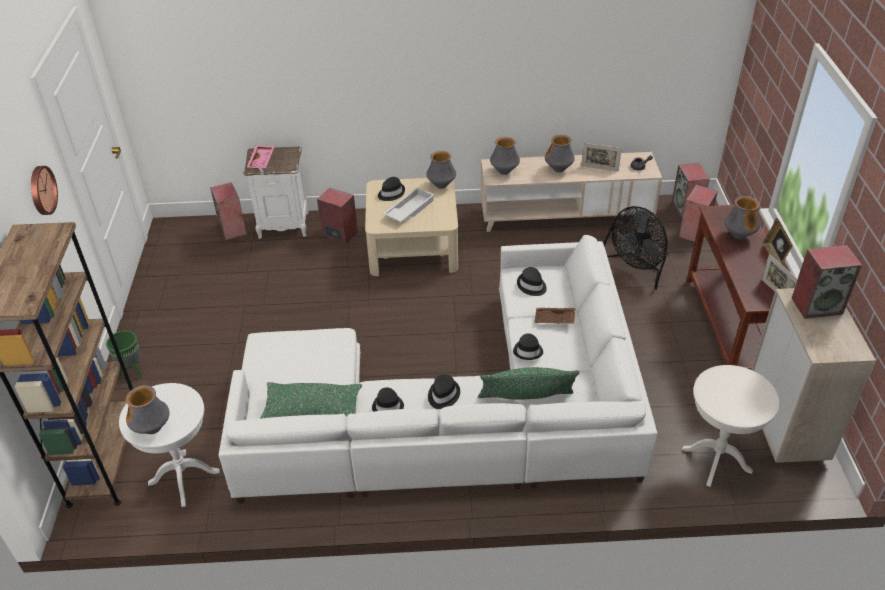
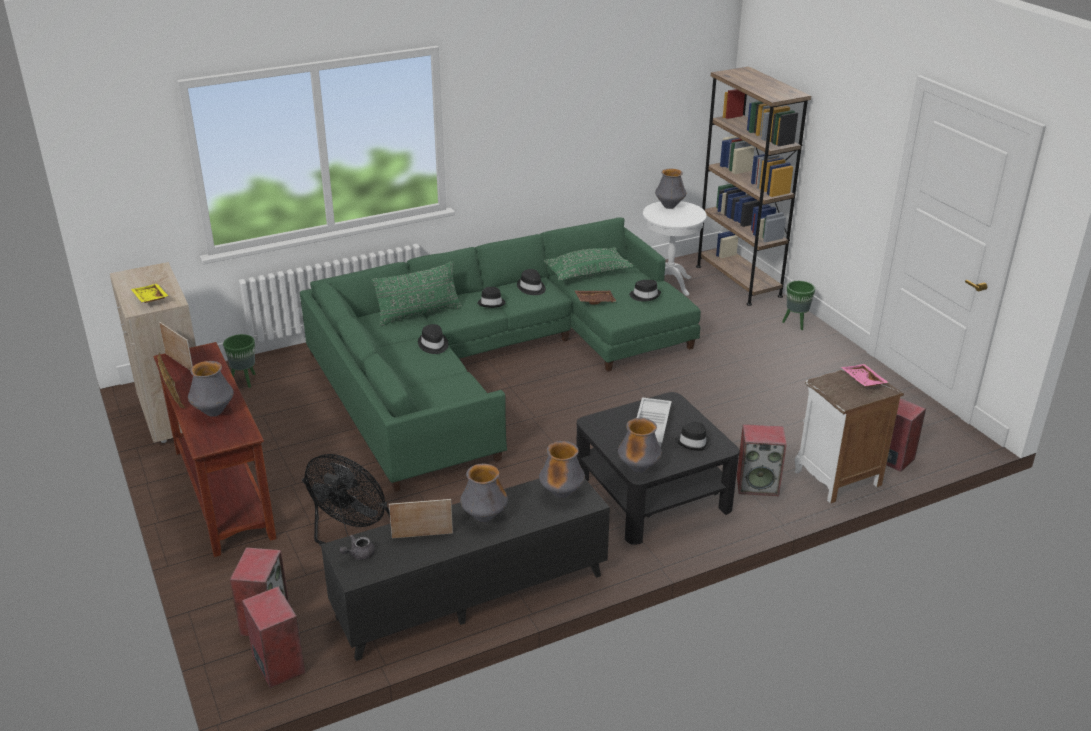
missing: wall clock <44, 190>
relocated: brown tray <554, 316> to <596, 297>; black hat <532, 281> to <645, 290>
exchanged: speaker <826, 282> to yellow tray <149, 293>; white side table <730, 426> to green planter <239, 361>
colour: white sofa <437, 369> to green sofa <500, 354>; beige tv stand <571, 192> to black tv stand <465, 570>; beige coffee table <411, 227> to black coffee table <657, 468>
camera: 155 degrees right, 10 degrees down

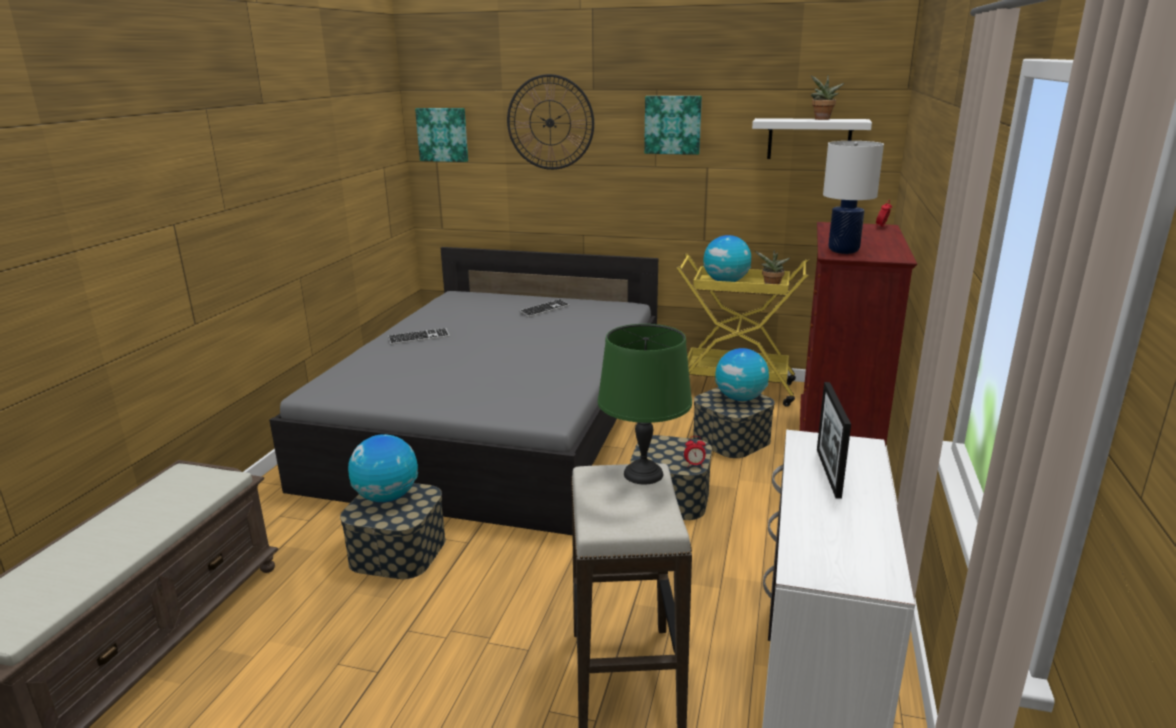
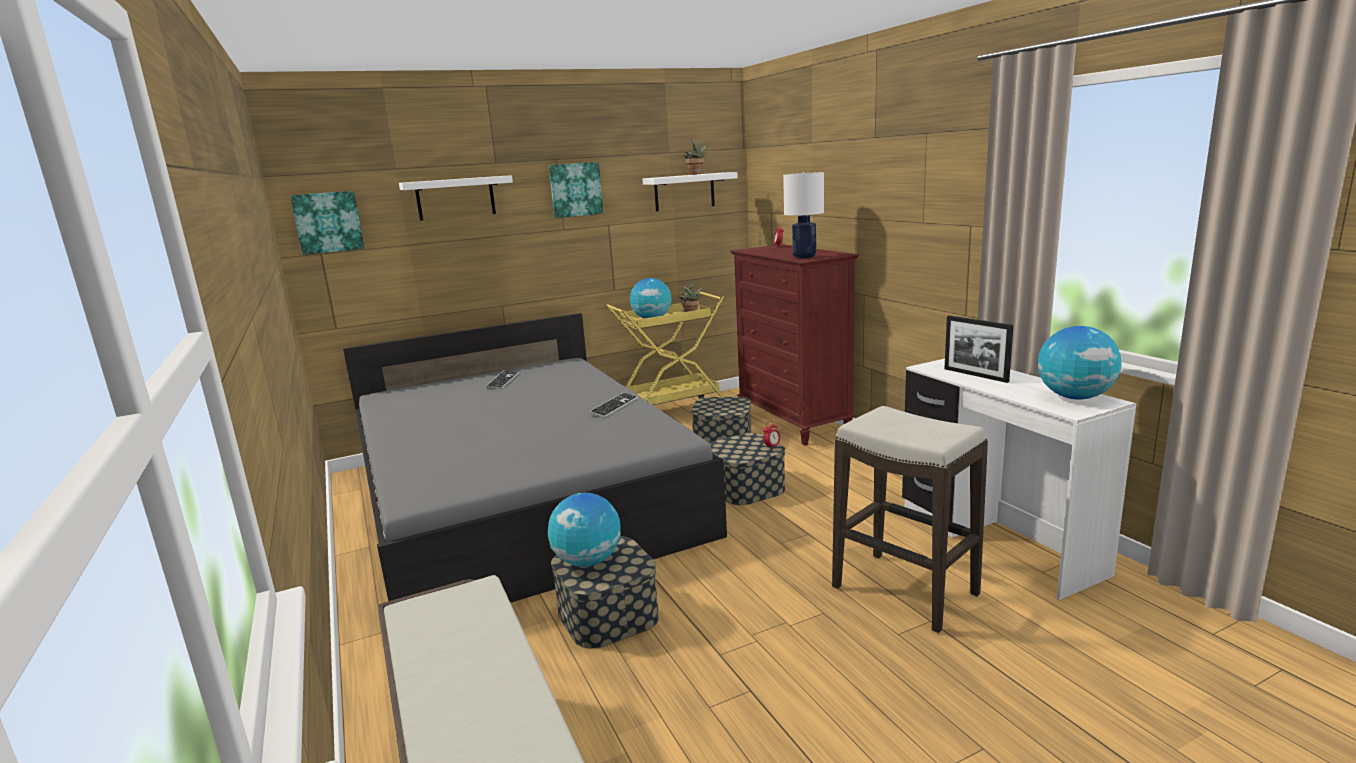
missing: green table lamp <645, 404>
relocated: keyboard <419, 336> to <613, 405>; globe <742, 374> to <1080, 363>
exchanged: wall clock <550, 122> to white shelf <456, 198>
camera: 40 degrees left, 5 degrees down

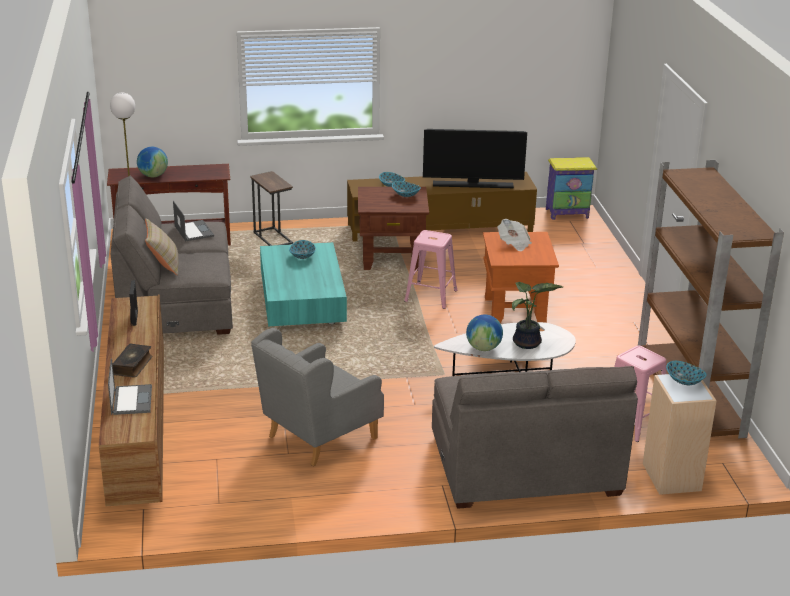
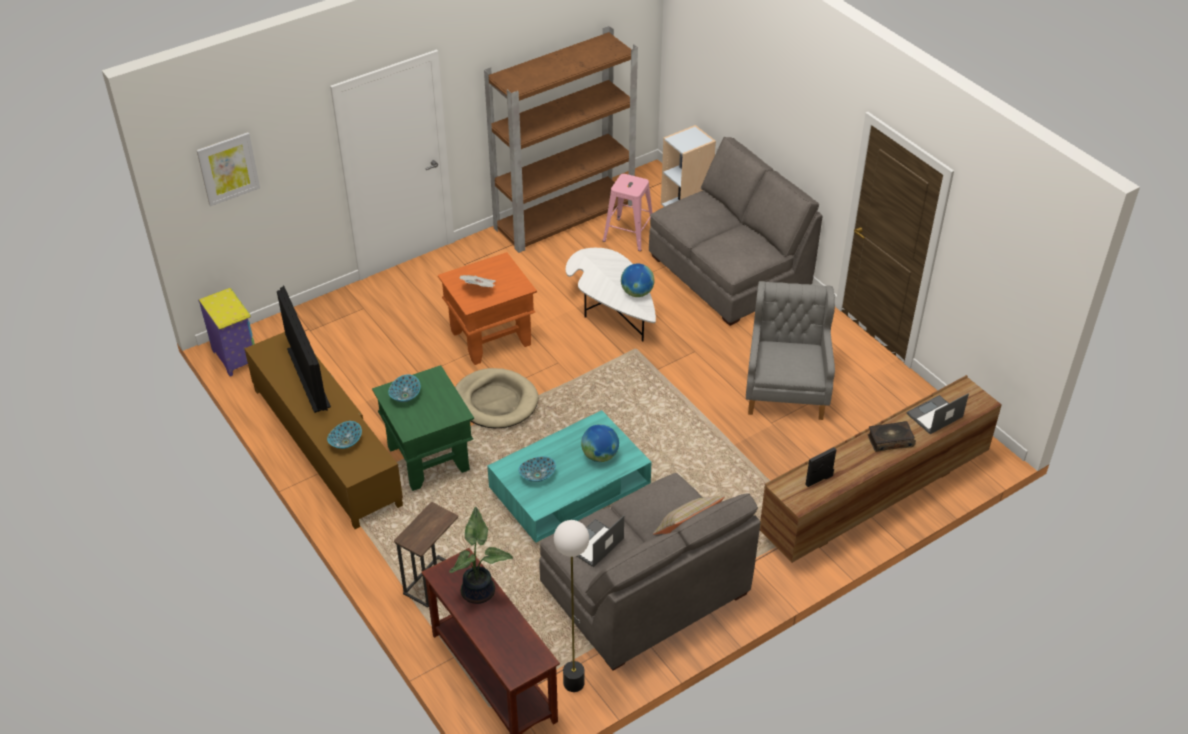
missing: bowl <686, 373>
appeared: picture <228, 169>
relocated: potted plant <538, 315> to <481, 555>; globe <152, 162> to <600, 443>
exchanged: pink stool <431, 269> to beige dog bed <497, 398>
colour: brown side table <393, 229> to green side table <423, 428>
spun: grey armchair <317, 397> = <790, 350> 105 degrees counterclockwise
camera: 115 degrees left, 15 degrees up

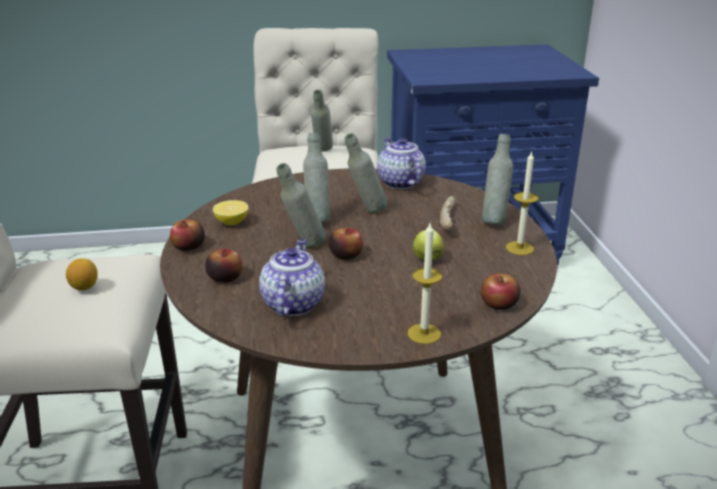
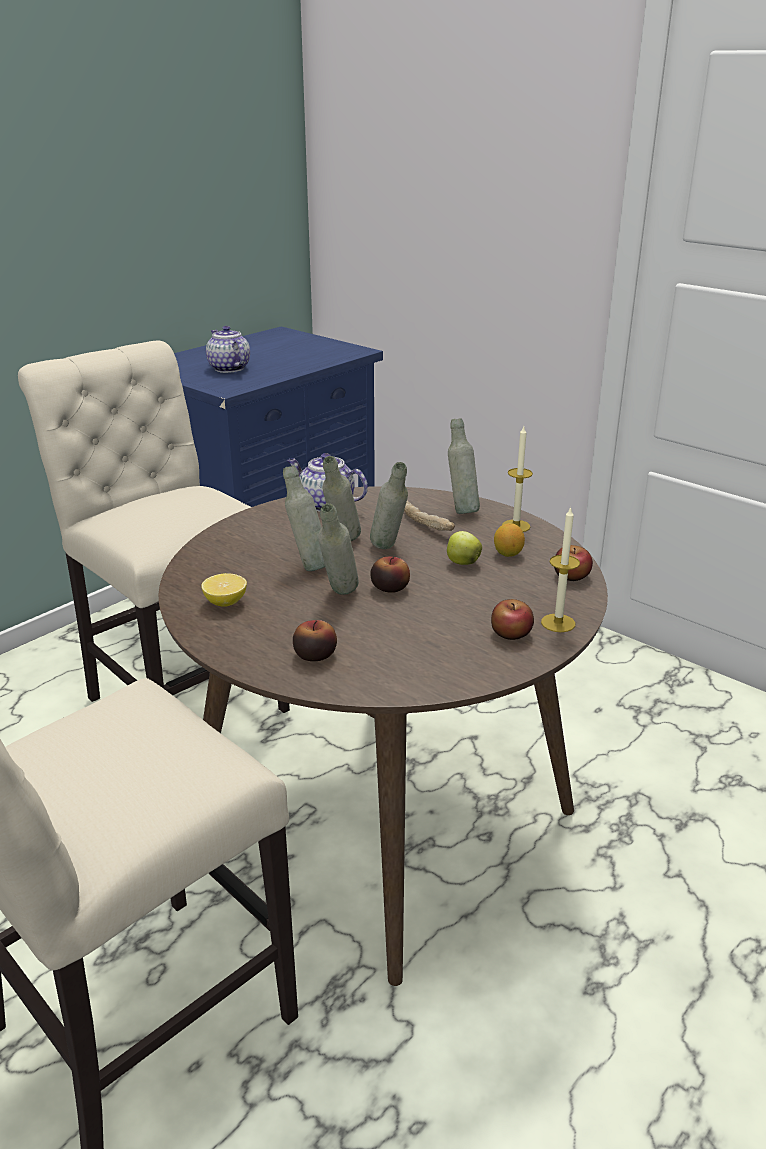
relocated: teapot <292, 278> to <228, 349>; grey bottle <322, 121> to <389, 505>; apple <187, 235> to <512, 619>; lemon <82, 275> to <509, 540>
camera: 40 degrees left, 0 degrees up

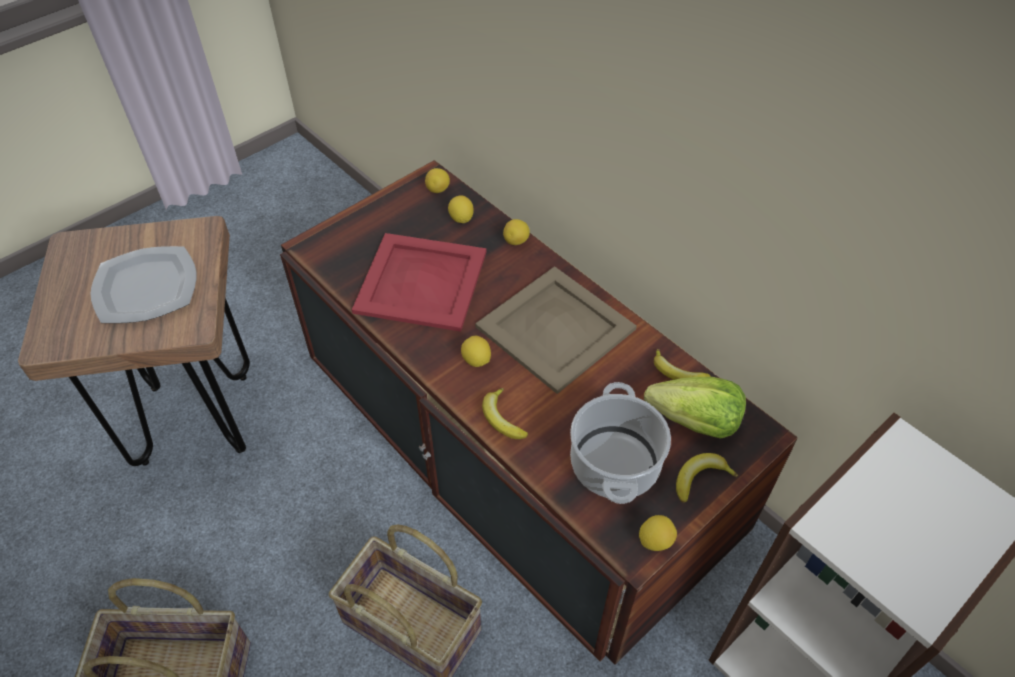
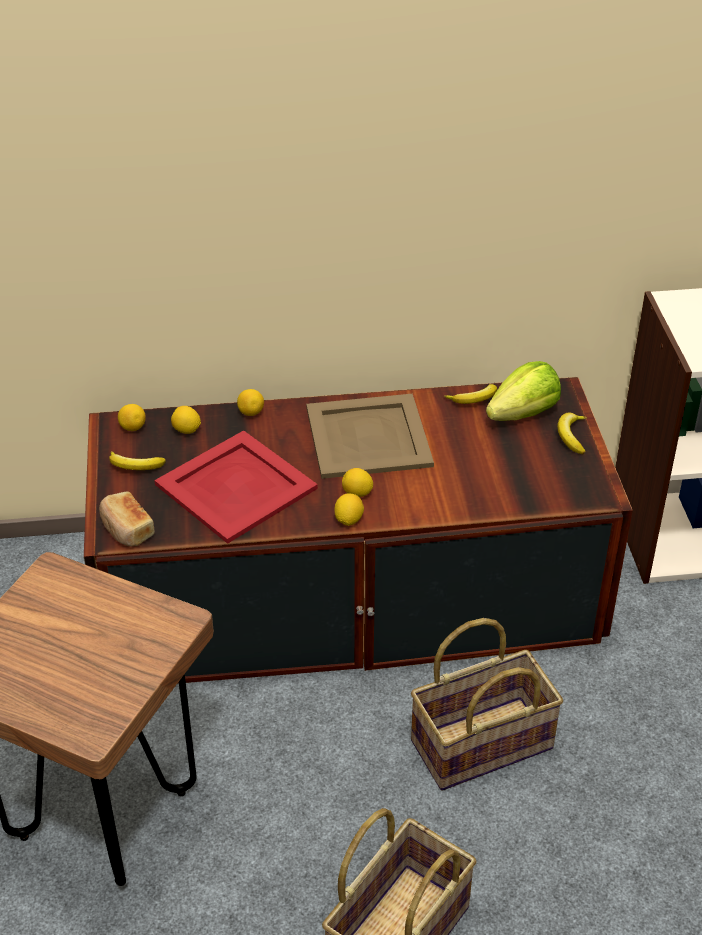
missing: plate <143, 284>; cooking pot <620, 443>
appeared: bread <127, 519>
relocated: banana <505, 413> to <137, 460>; lemon <658, 533> to <349, 509>
camera: 55 degrees left, 10 degrees down

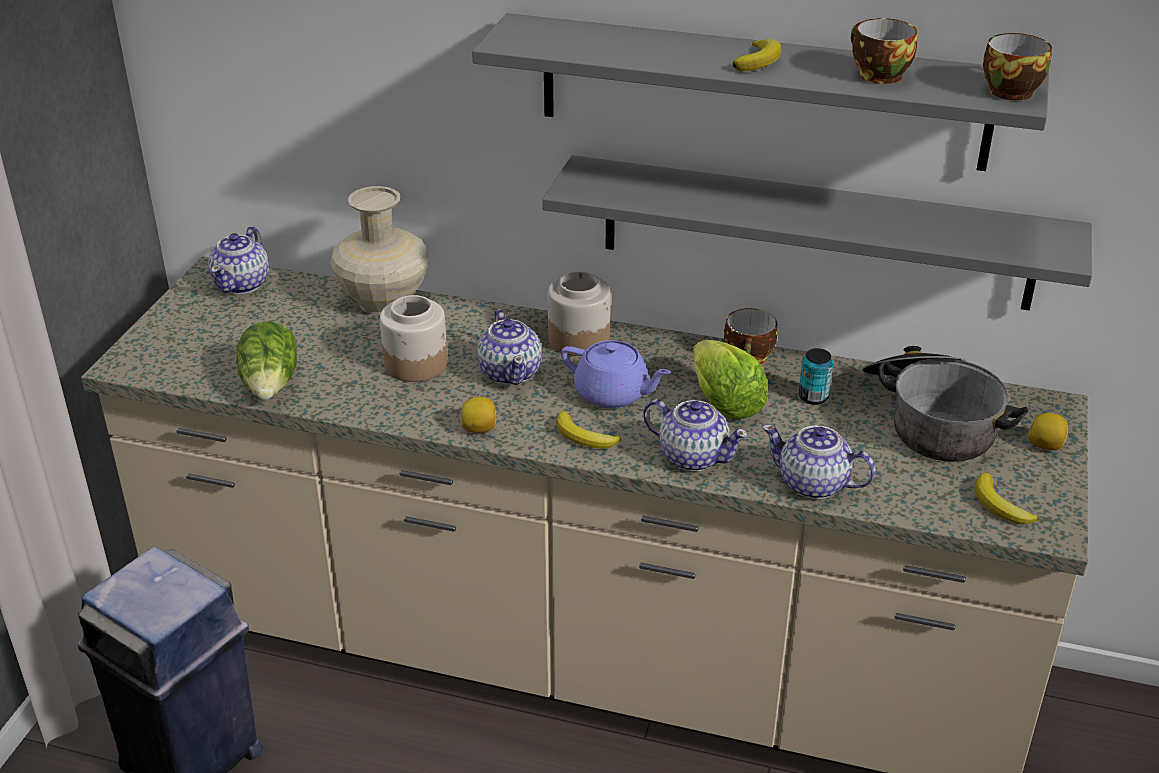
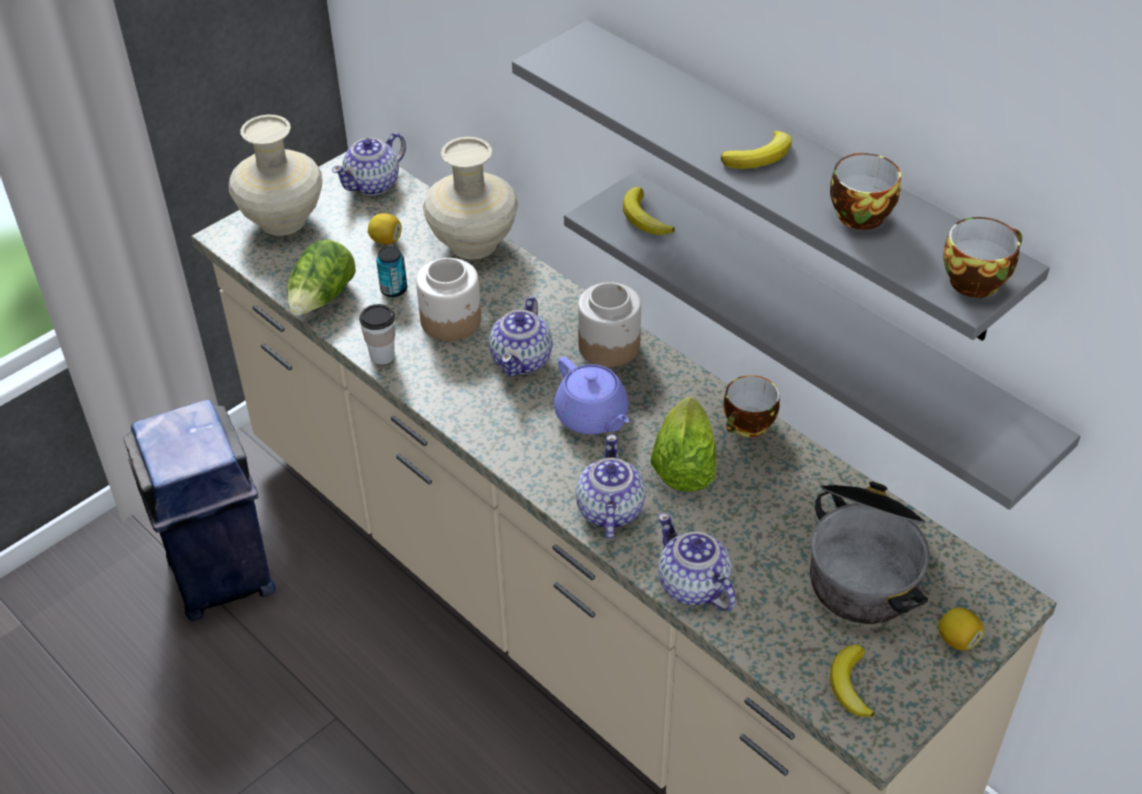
appeared: beige vase <276, 175>; cup <377, 334>
relocated: lemon <478, 415> to <385, 229>; can <816, 376> to <391, 272>; banana <589, 429> to <649, 211>
spun: teapot <695, 435> = <611, 486> 150 degrees counterclockwise
camera: 30 degrees right, 10 degrees up

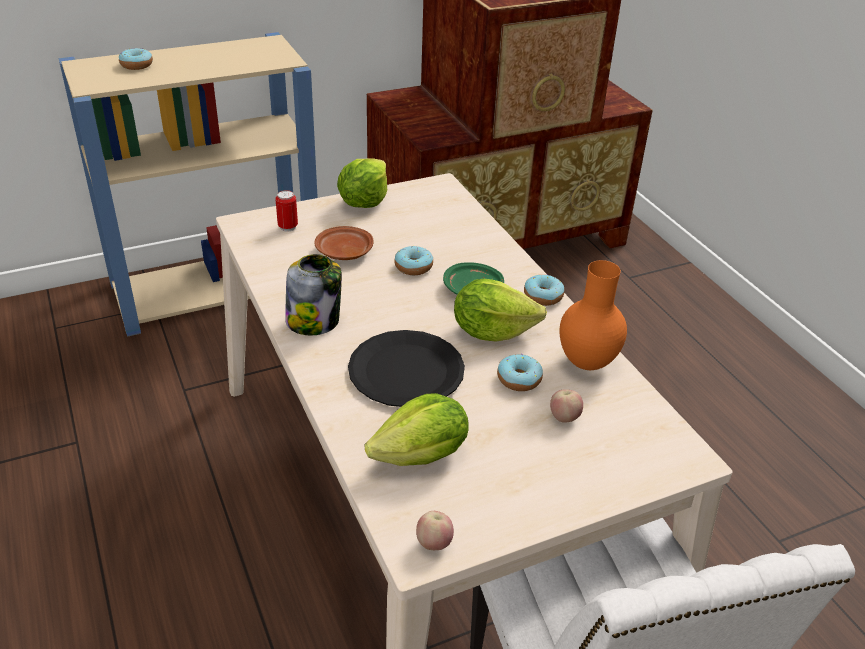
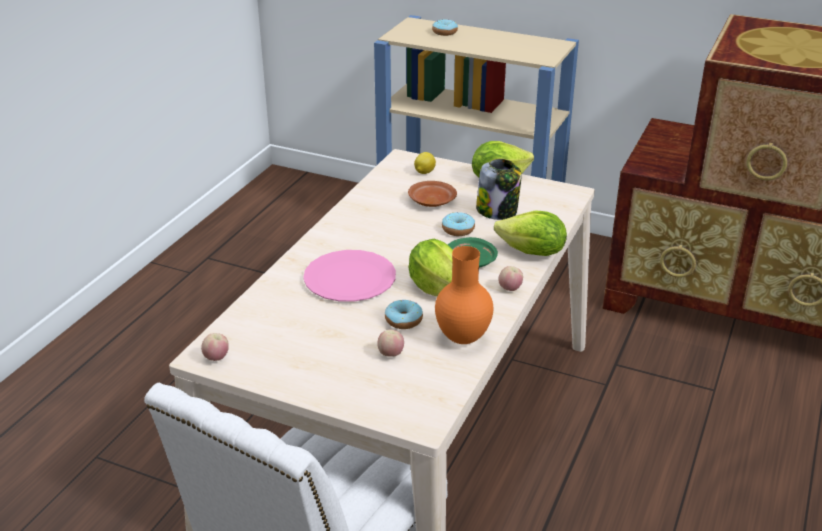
relocated: jar <313, 295> to <499, 189>; lettuce <417, 429> to <530, 233>
exchanged: can <286, 211> to lemon <425, 163>; donut <544, 290> to apple <510, 278>
colour: black plate <406, 368> to pink plate <349, 276>
camera: 50 degrees right, 5 degrees down

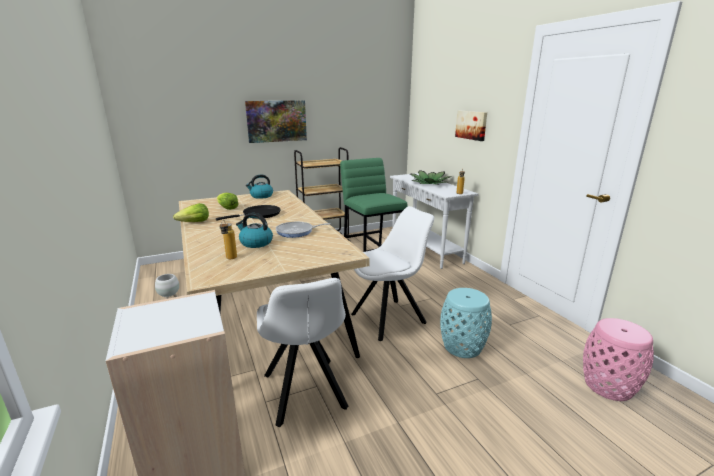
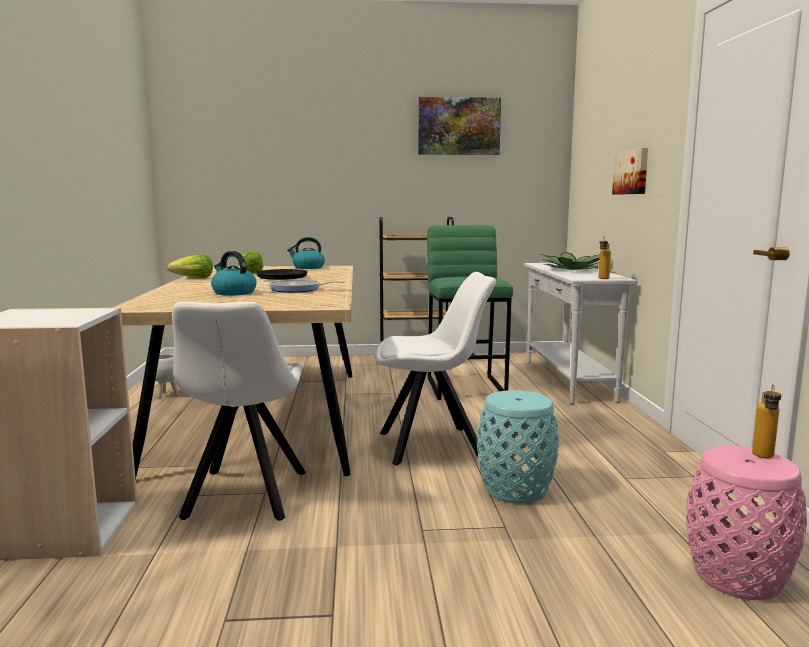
relocated: picture <276, 121> to <459, 126>; bottle <228, 239> to <766, 421>
camera: 20 degrees right, 10 degrees down

